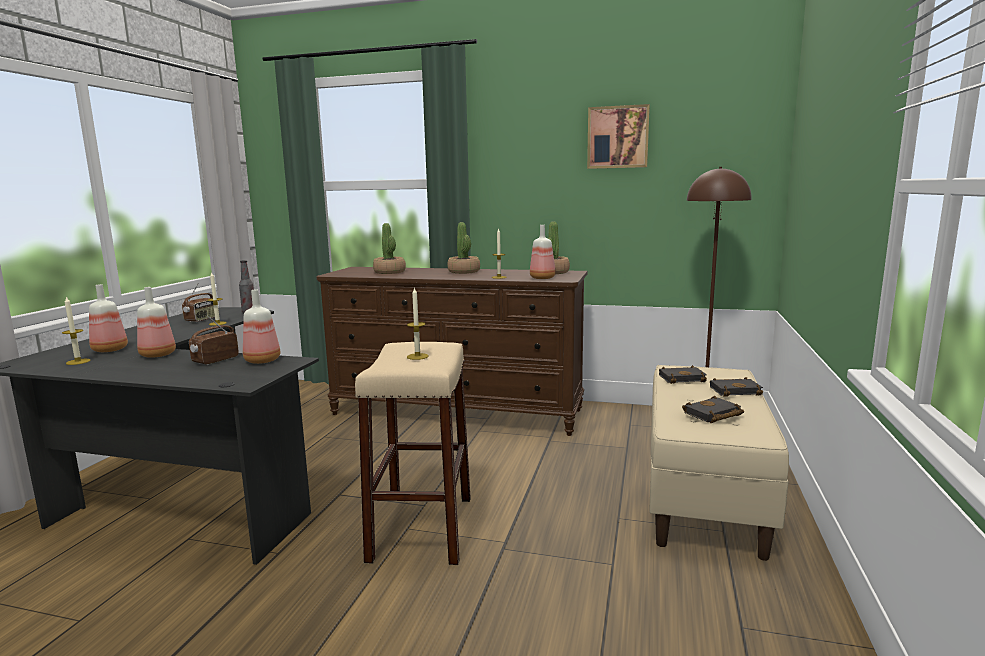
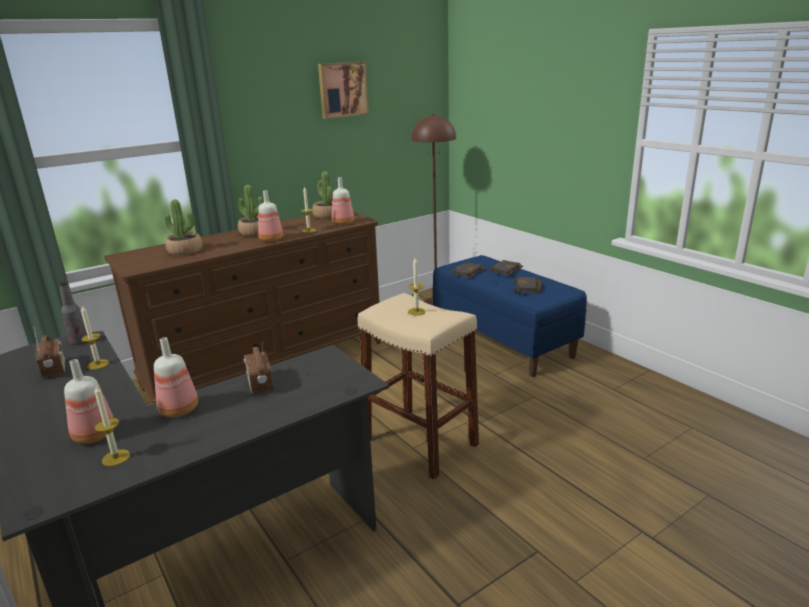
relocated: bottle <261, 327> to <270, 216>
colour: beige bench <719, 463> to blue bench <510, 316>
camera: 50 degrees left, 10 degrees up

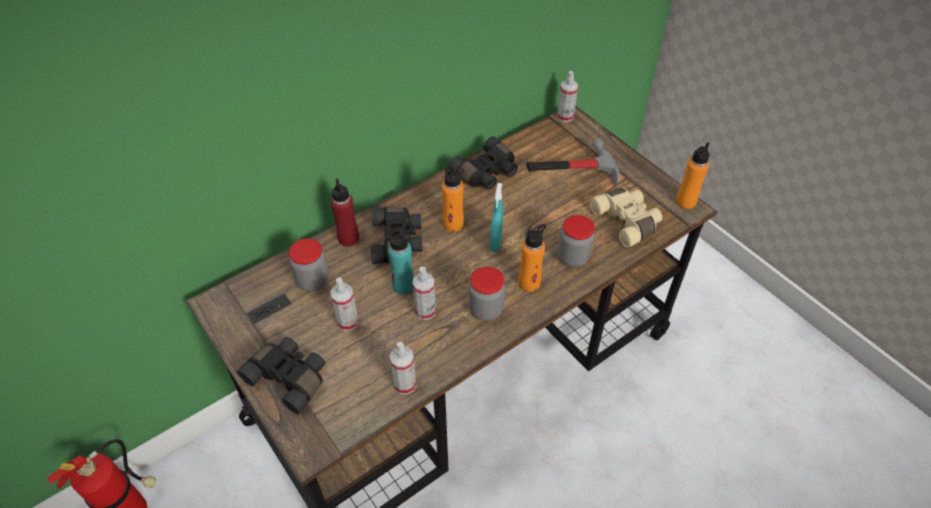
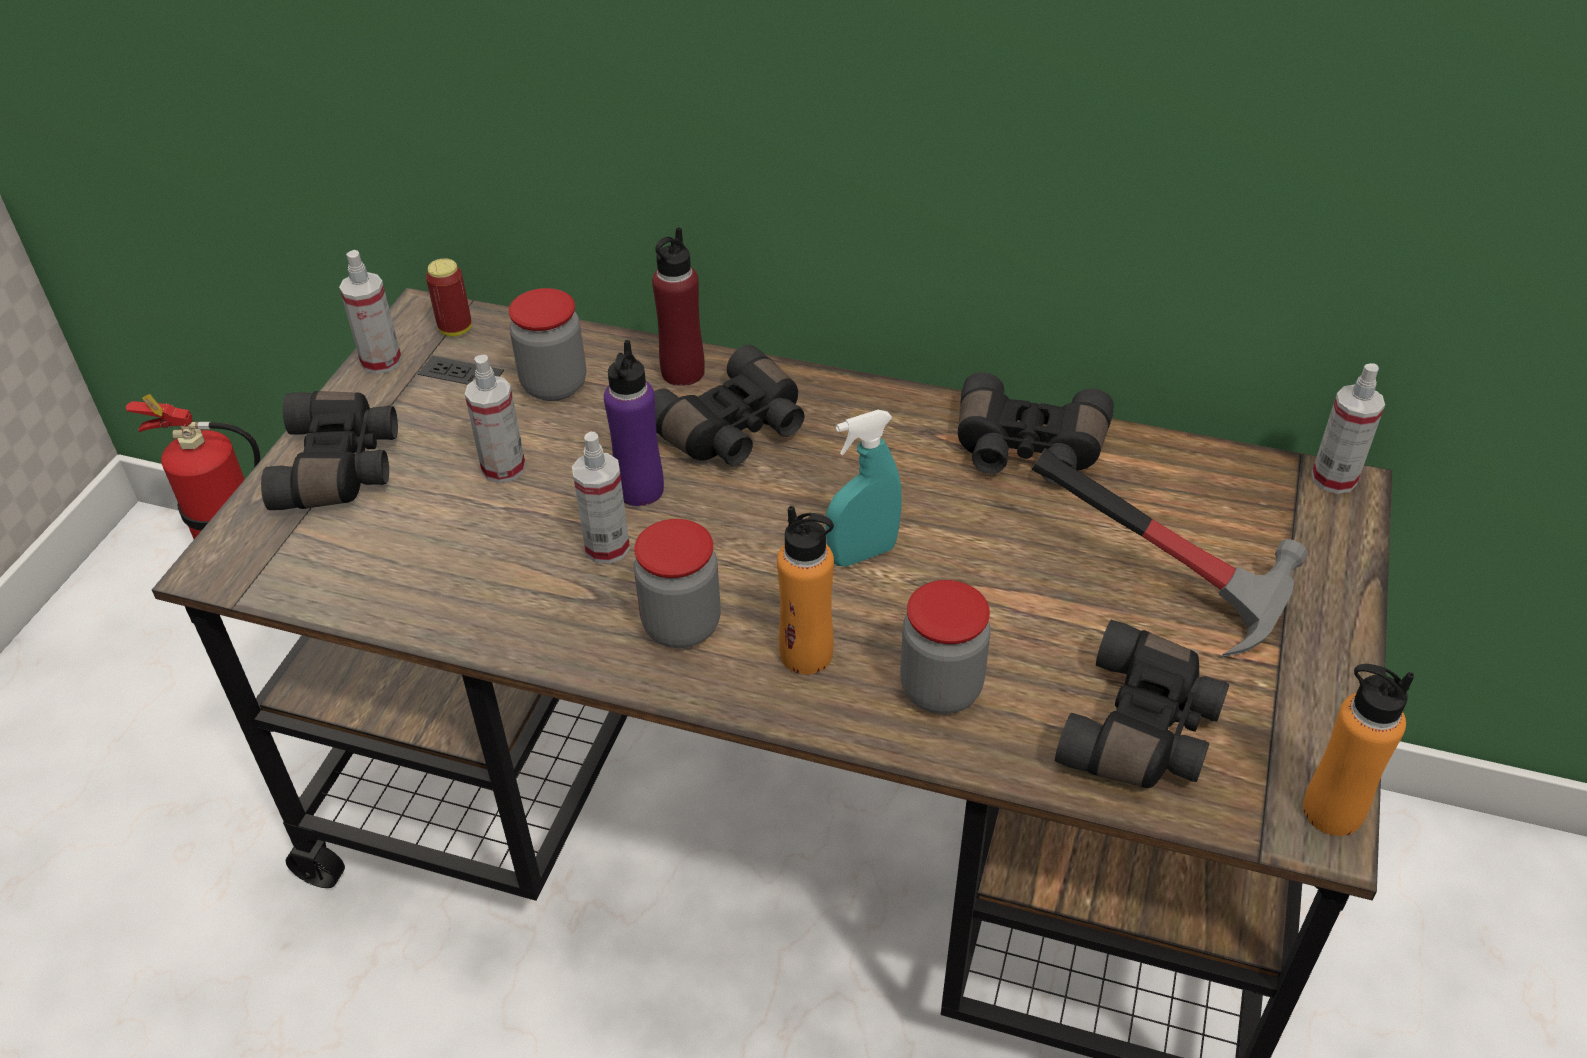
missing: orange bottle <453, 199>
appeared: can <449, 297>
relocated: spray bottle <403, 368> to <370, 312>
colour: turquoise bottle <401, 261> to purple bottle <634, 423>; beige binoculars <626, 217> to black binoculars <1142, 704>
camera: 55 degrees right, 5 degrees down

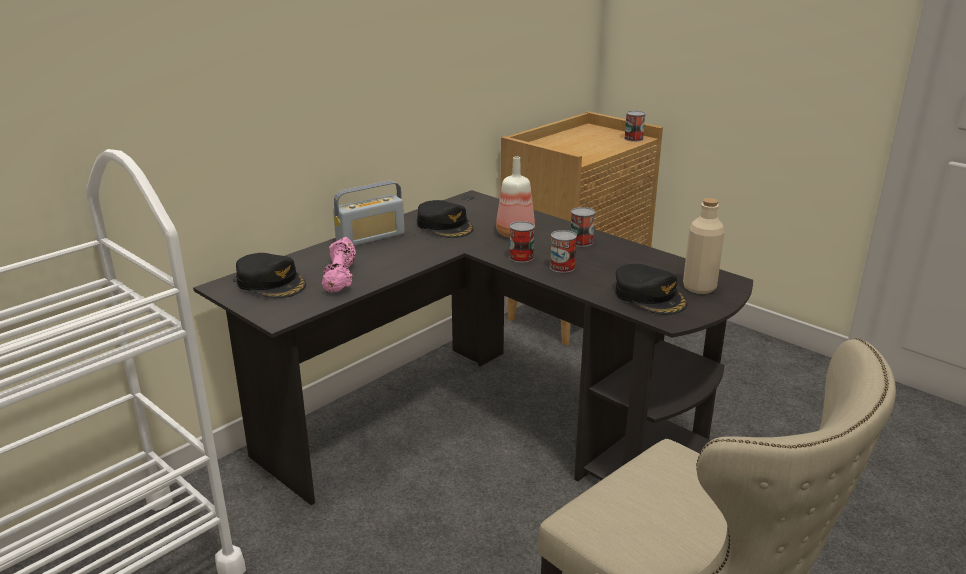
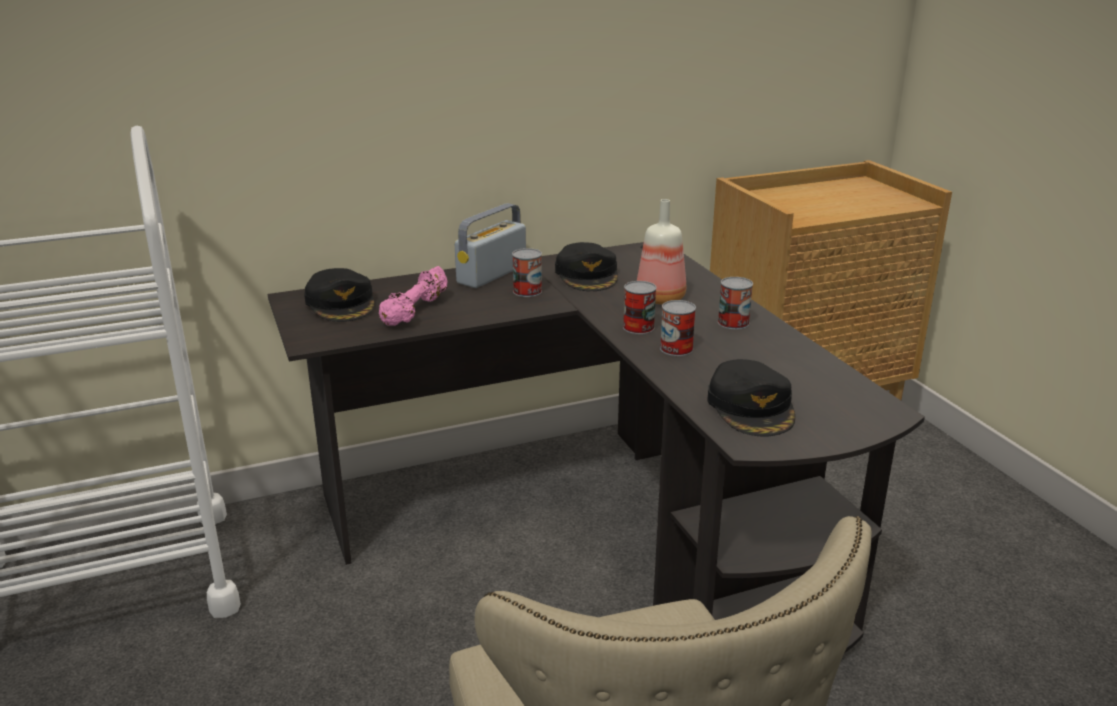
missing: beige bottle <704, 246>
relocated: can <635, 126> to <527, 272>
spun: radio <369, 213> = <490, 245> 135 degrees clockwise
camera: 25 degrees right, 0 degrees up

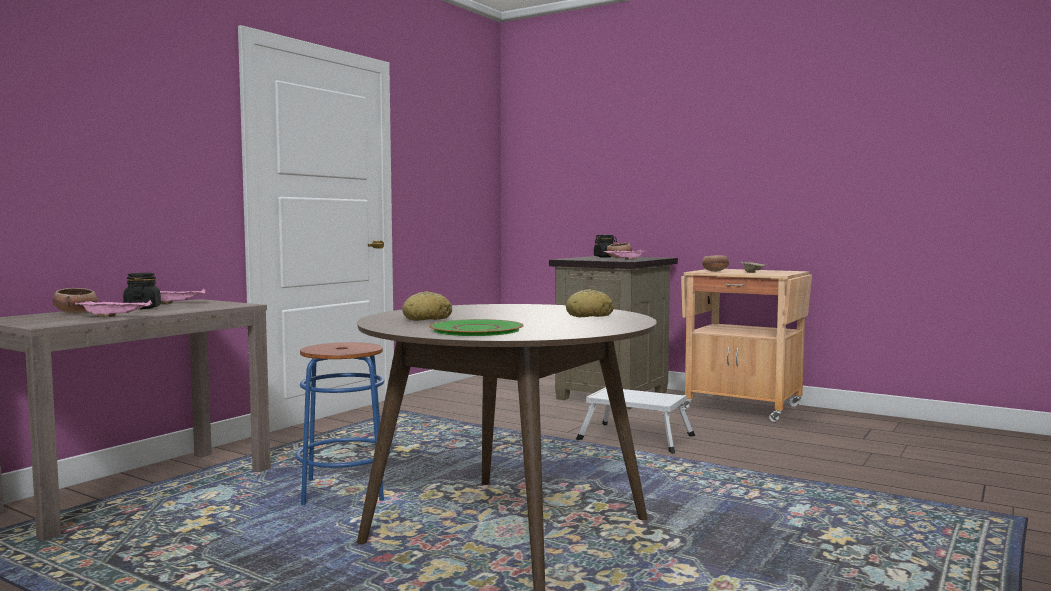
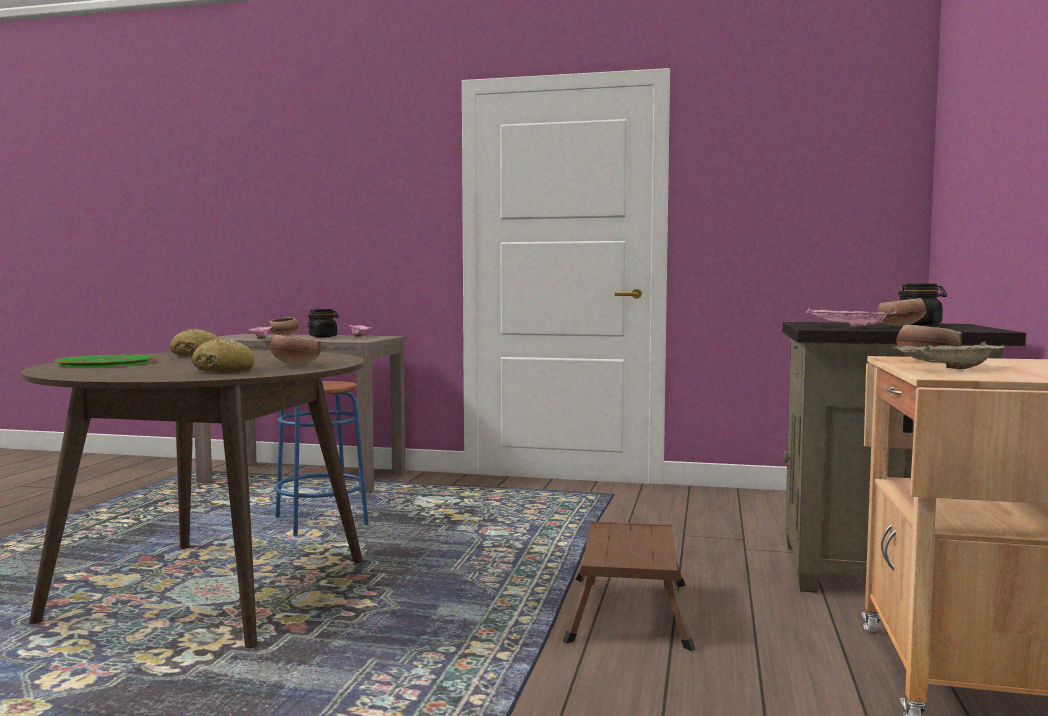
appeared: bowl <295, 350>
colour: white step ladder <635, 420> to brown step ladder <629, 586>
camera: 70 degrees right, 0 degrees up

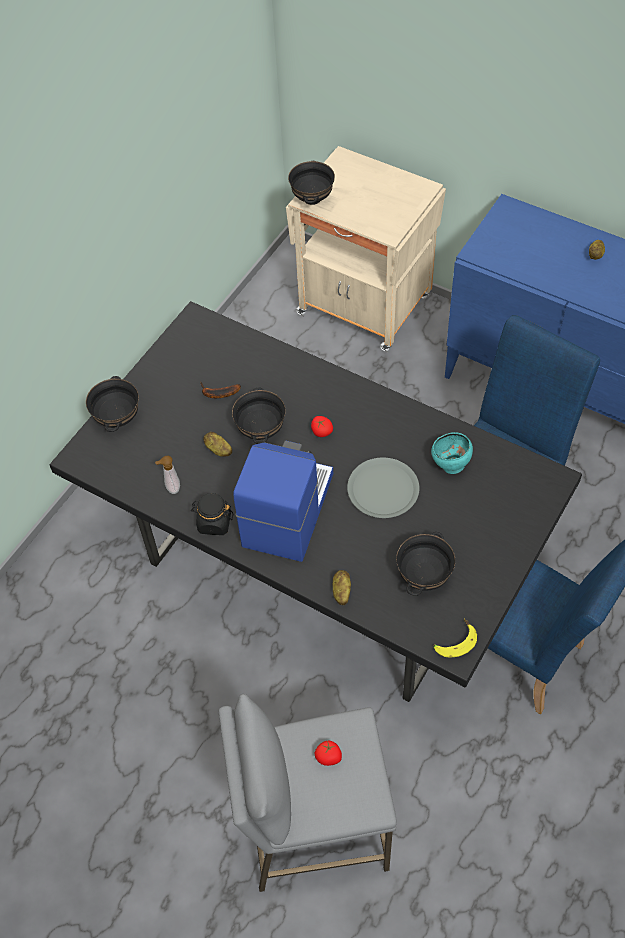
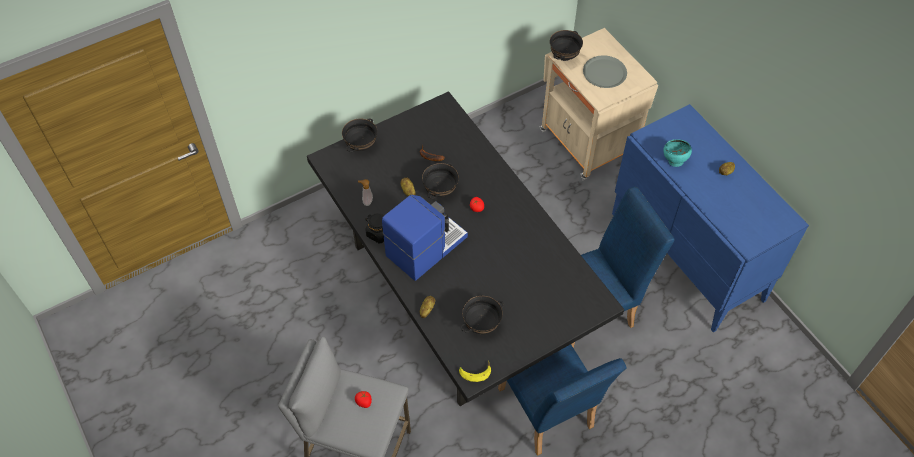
relocated: grey plate <383, 488> to <605, 71>; turquoise bowl <452, 453> to <677, 153>
camera: 25 degrees right, 0 degrees up

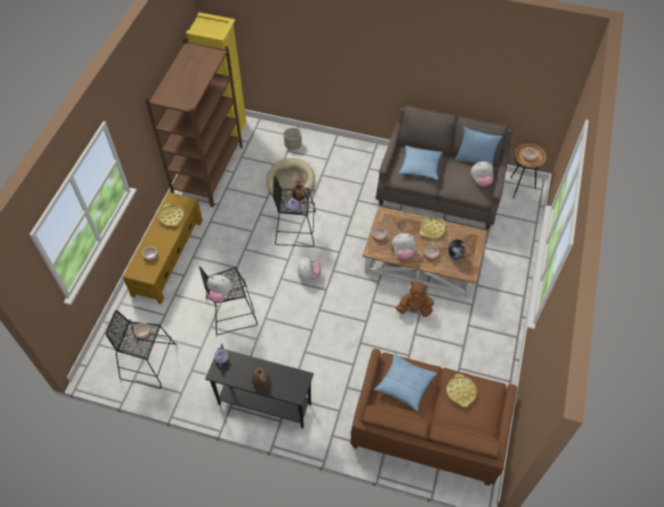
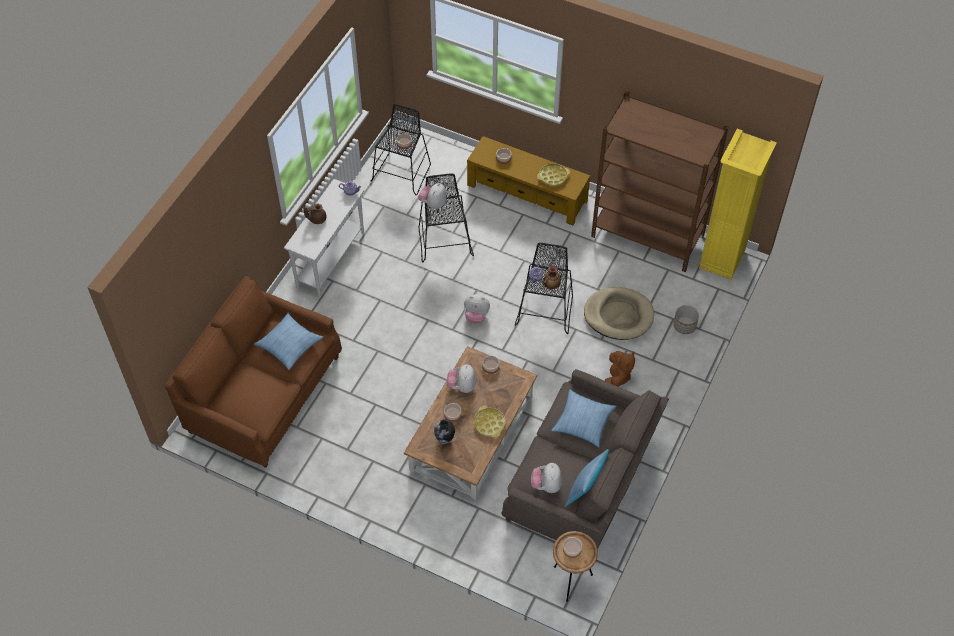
missing: yellow tray <461, 390>
relocated: brown plush toy <415, 299> to <619, 369>
colour: black console table <259, 388> to white console table <324, 238>
camera: 100 degrees right, 0 degrees up

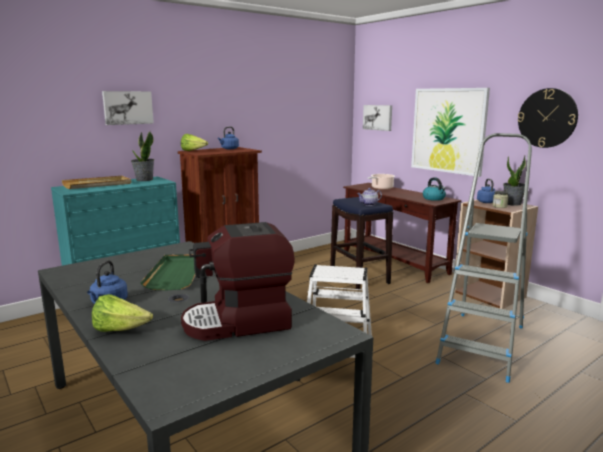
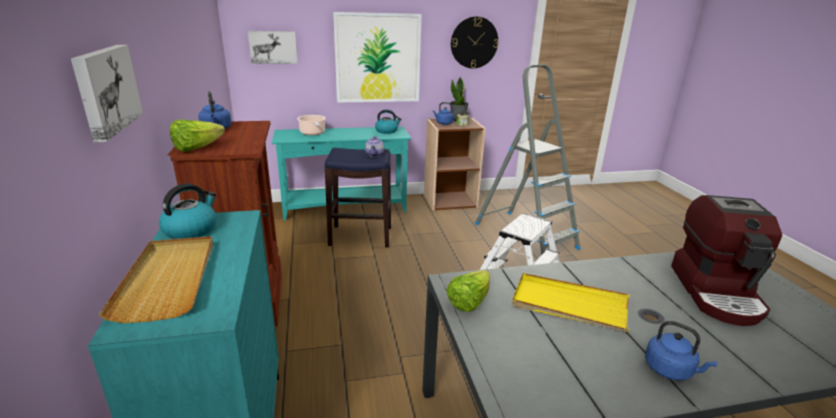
relocated: lettuce <122, 313> to <468, 291>
exchanged: potted plant <142, 156> to kettle <187, 211>
colour: brown console table <402, 233> to turquoise console table <341, 173>; green tray <167, 272> to yellow tray <571, 302>
camera: 65 degrees left, 10 degrees up

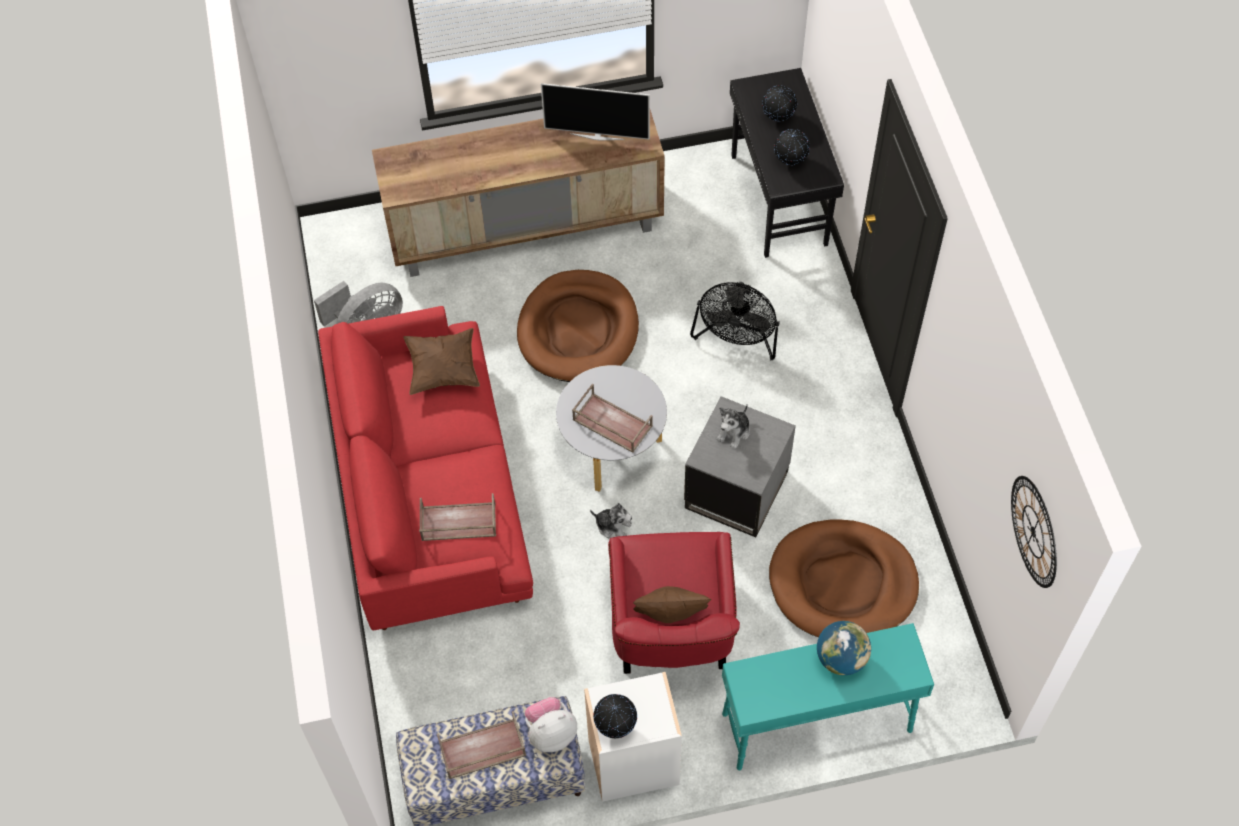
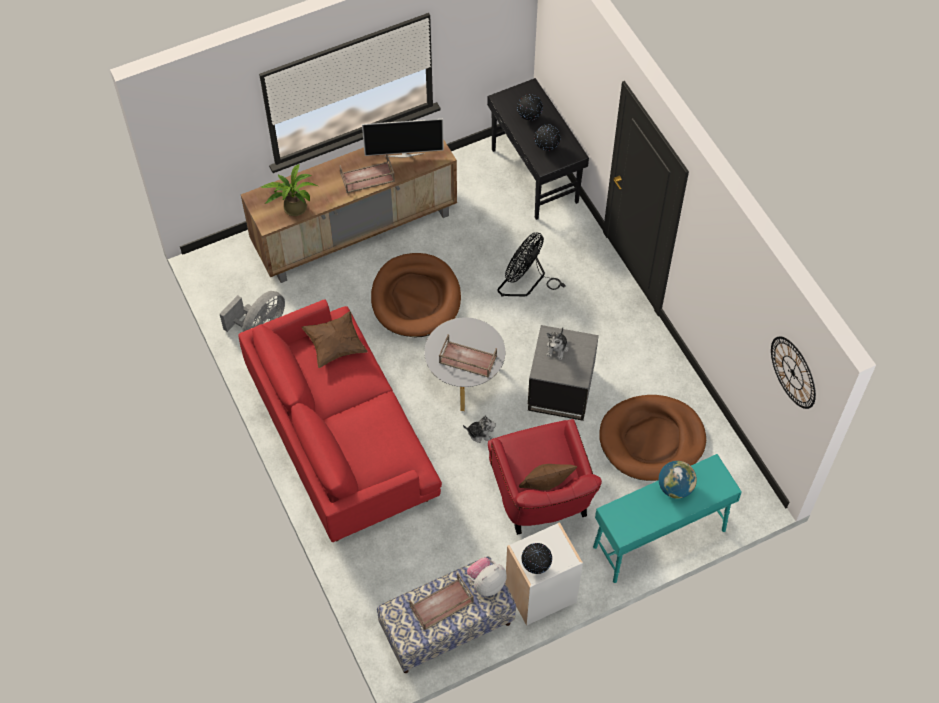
appeared: potted plant <289, 190>
relocated: brown tray <457, 517> to <367, 173>
spun: black fan <735, 321> = <531, 264> 120 degrees clockwise
camera: 15 degrees left, 0 degrees up

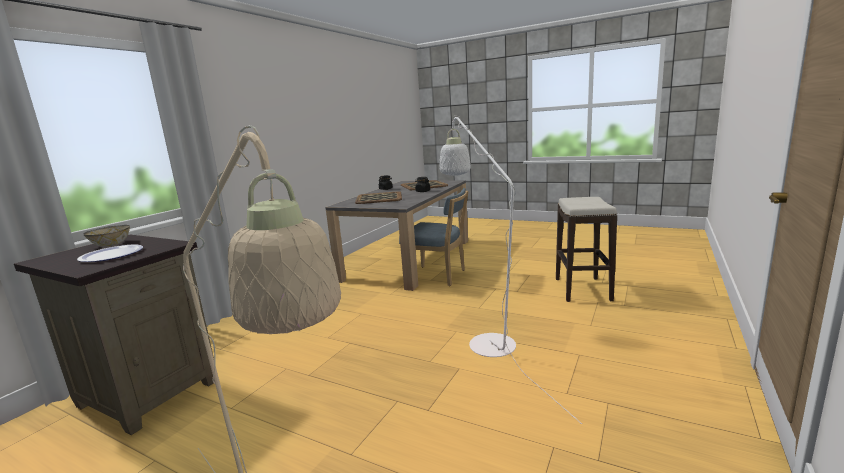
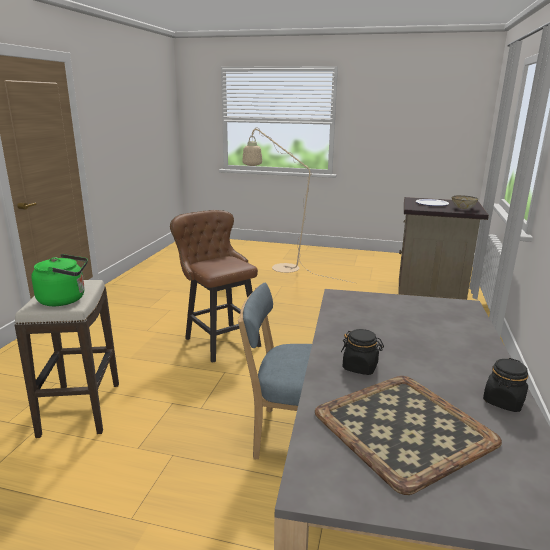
missing: tray <378, 197>
appeared: green kettle <59, 280>
exchanged: white floor lamp <510, 269> to brown stool <215, 286>
camera: 165 degrees right, 5 degrees up

